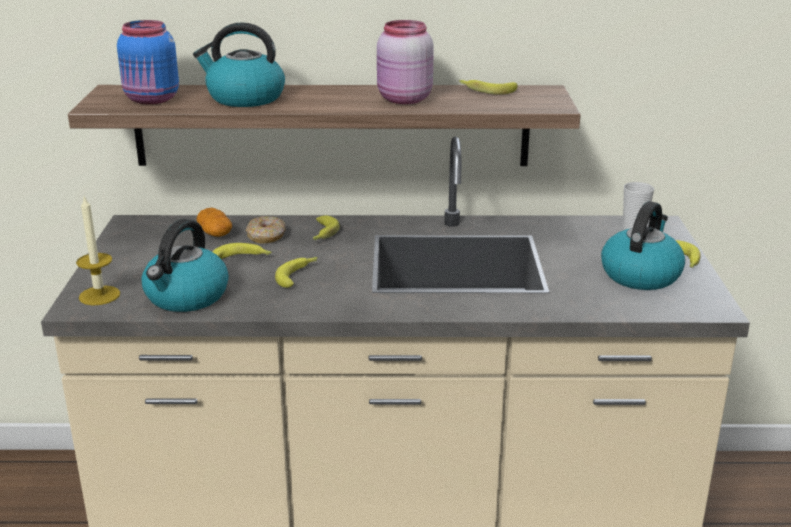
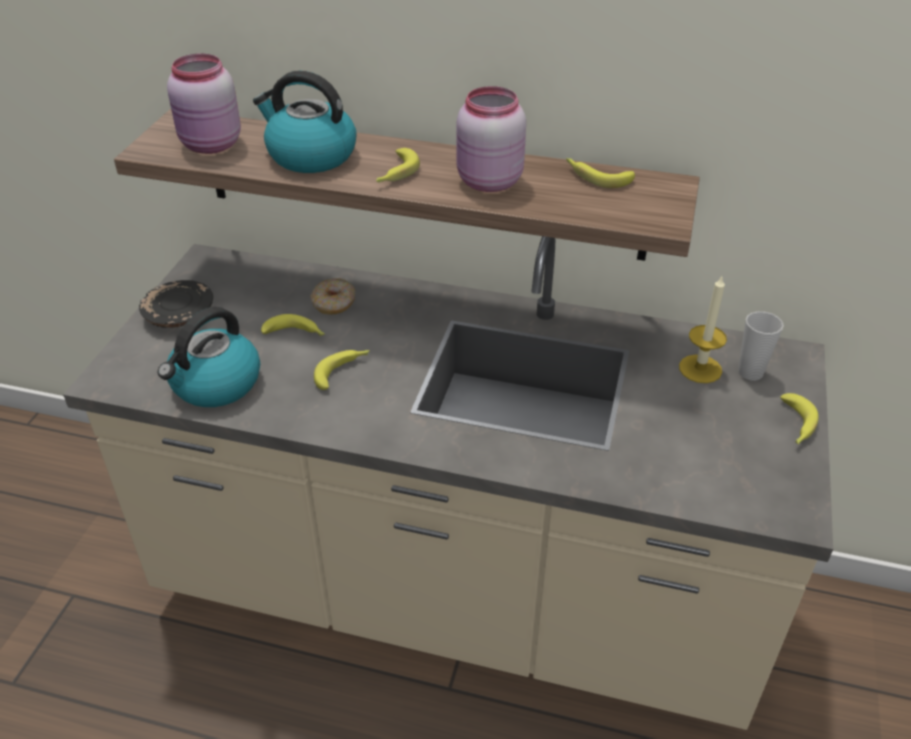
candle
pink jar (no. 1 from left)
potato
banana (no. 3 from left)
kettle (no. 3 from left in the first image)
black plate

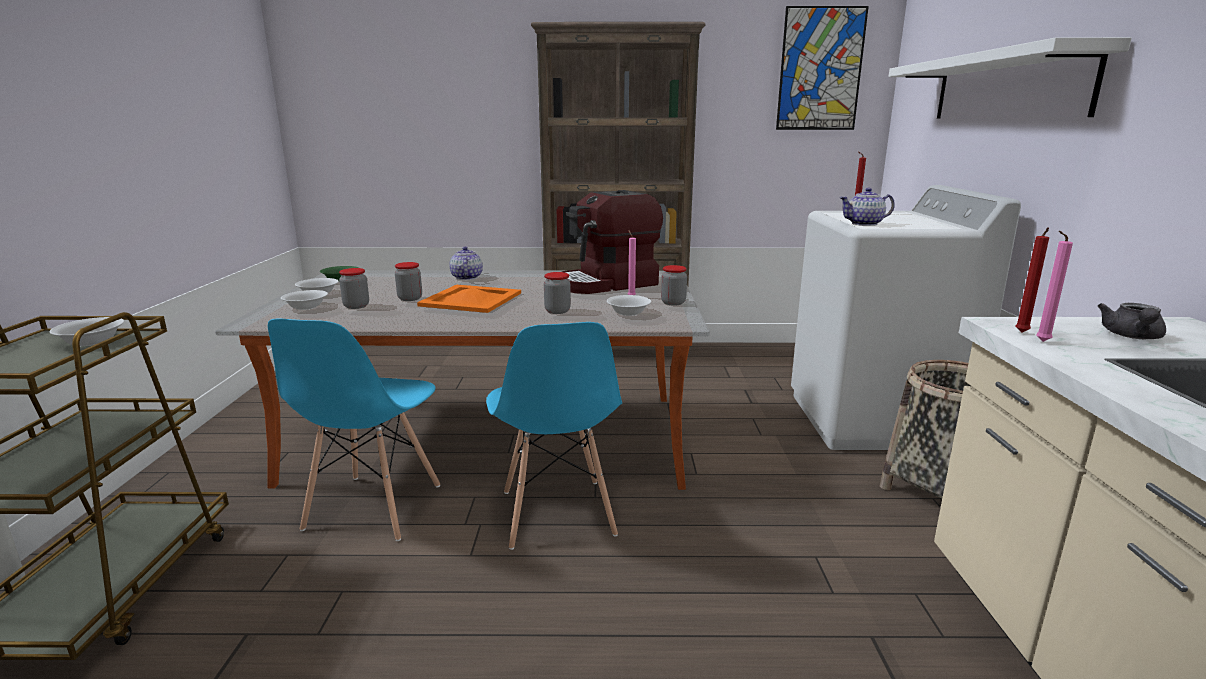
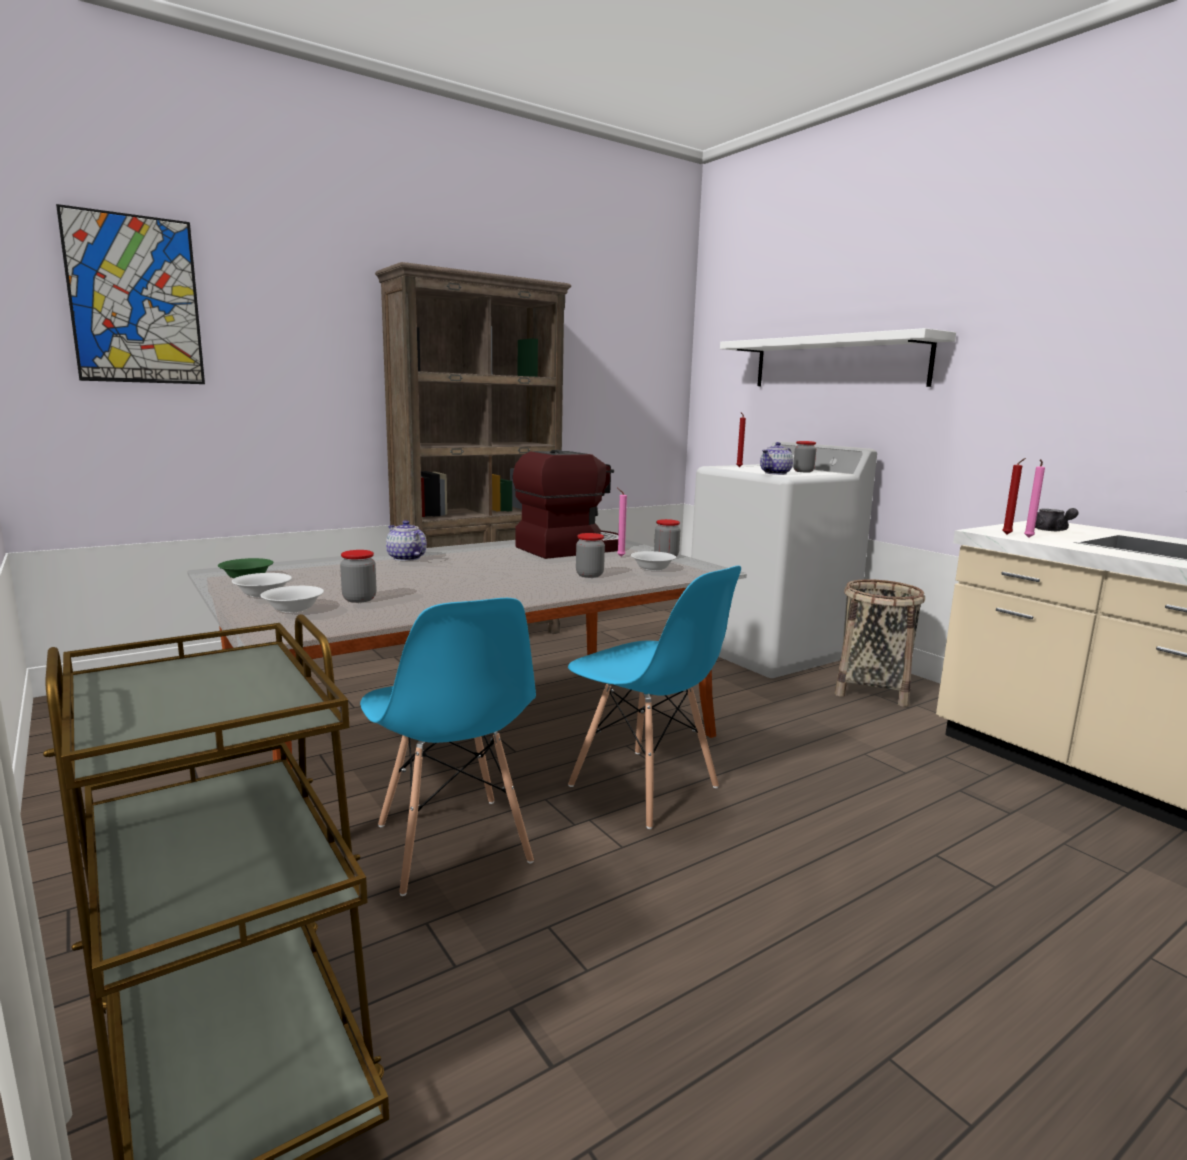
white bowl (no. 1 from left in the first image)
jar (no. 4 from left)
orange tray
coffee machine
picture

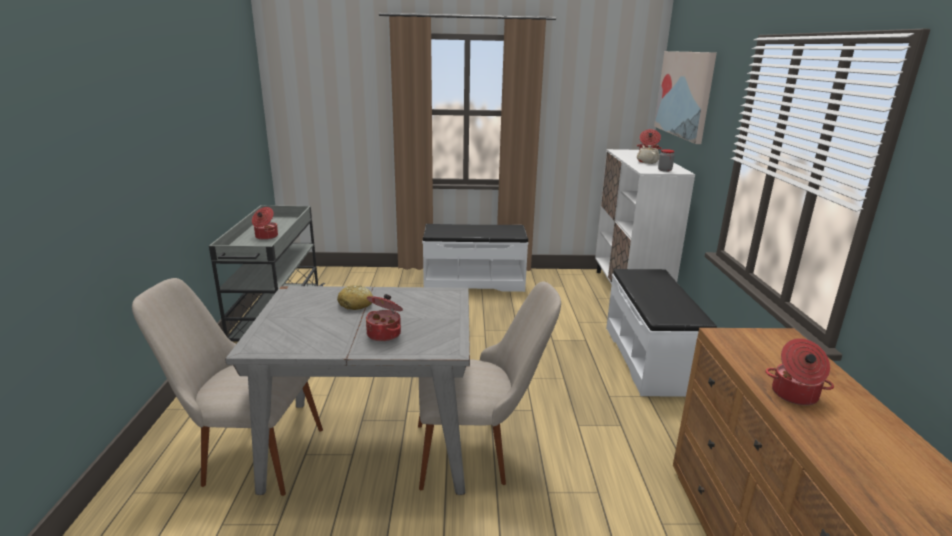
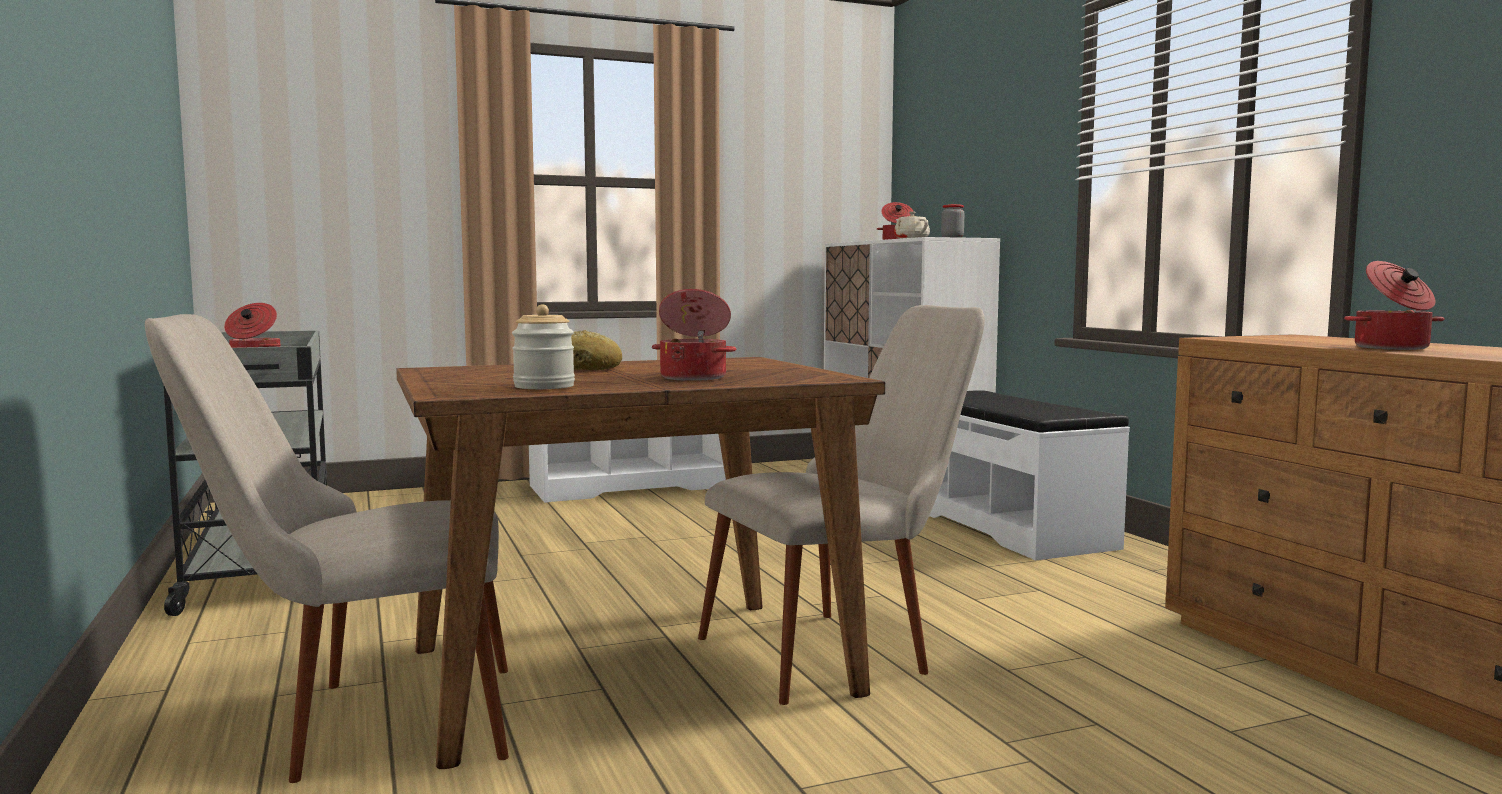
brown dining table
picture
jar (no. 1 from left)

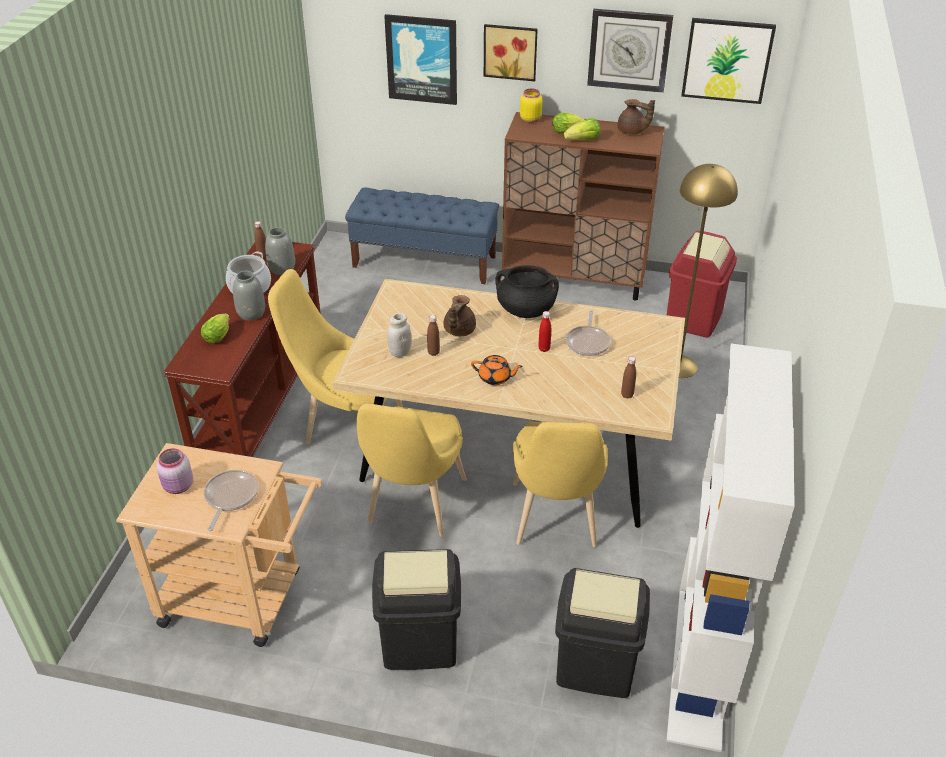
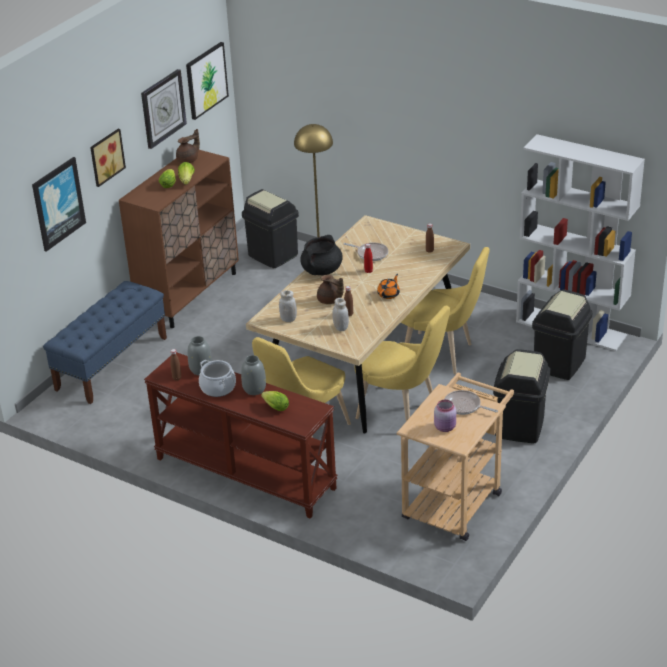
yellow jar
black trash can (no. 1 from left)
white jar (no. 1 from left)

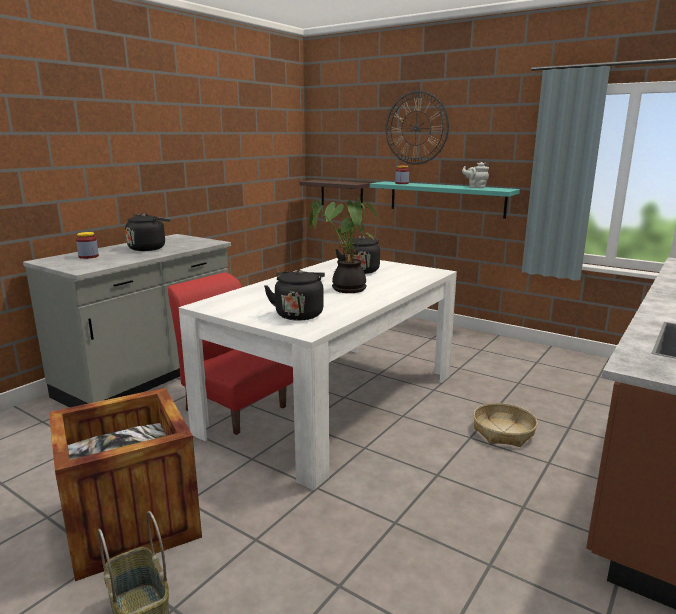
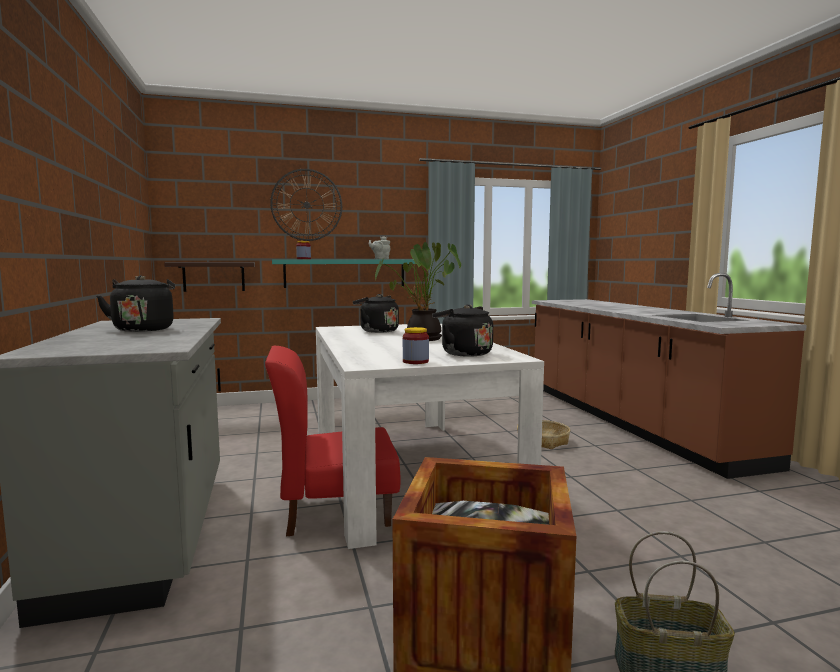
jar (no. 2 from left)

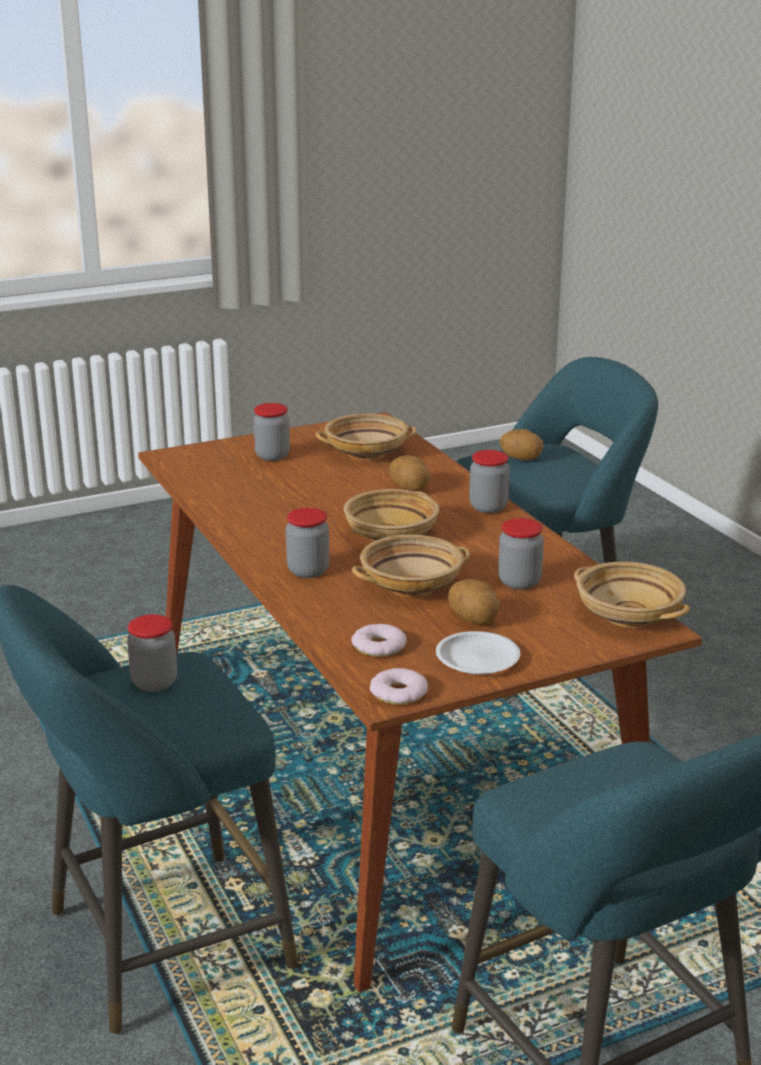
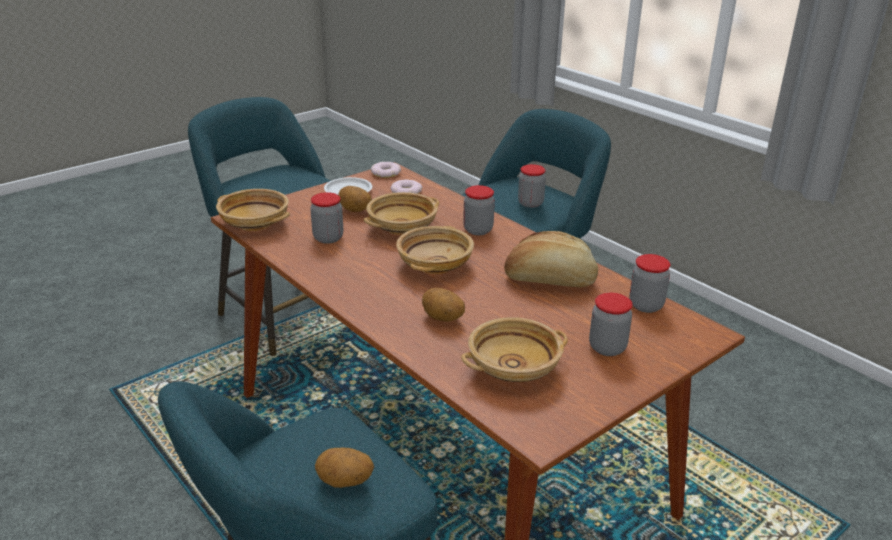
jar (no. 5 from left)
bread

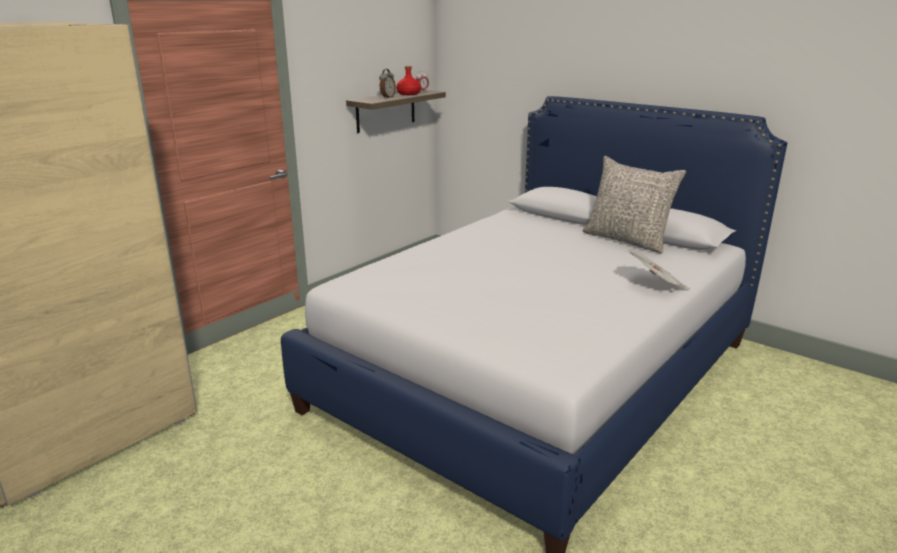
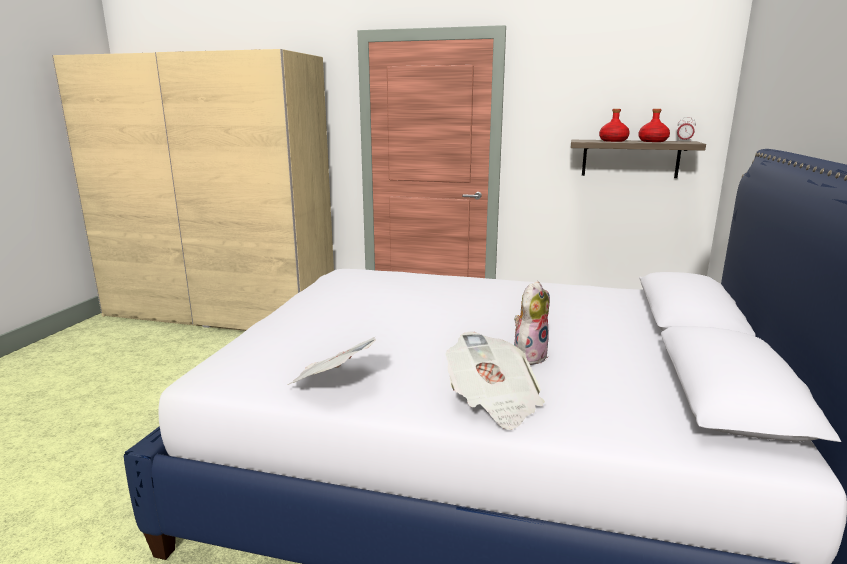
red bottle (no. 1 from left)
grey pillow
newspaper (no. 1 from left)
plush toy

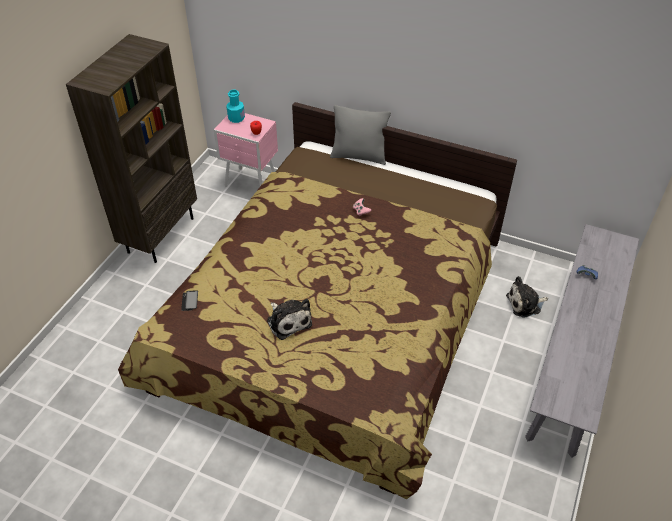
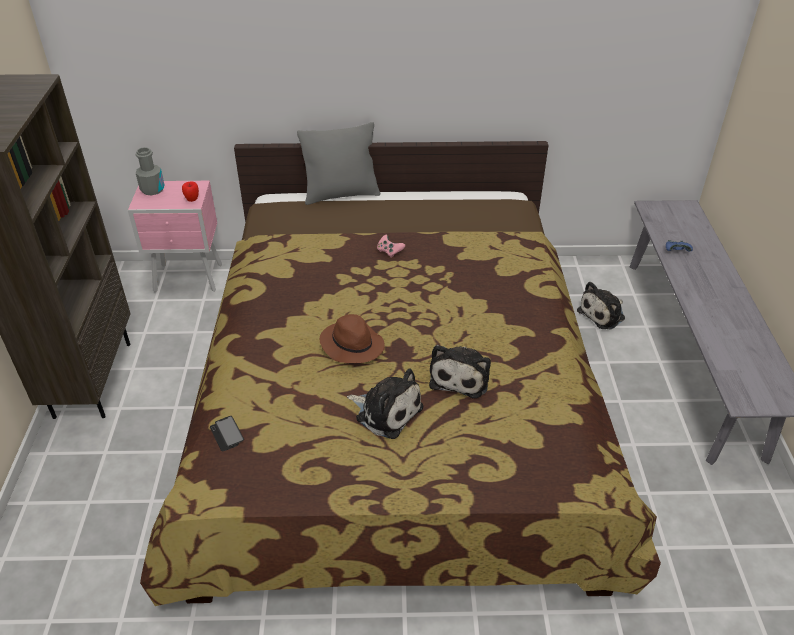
grey bottle
brown hat
plush toy (no. 2 from left)

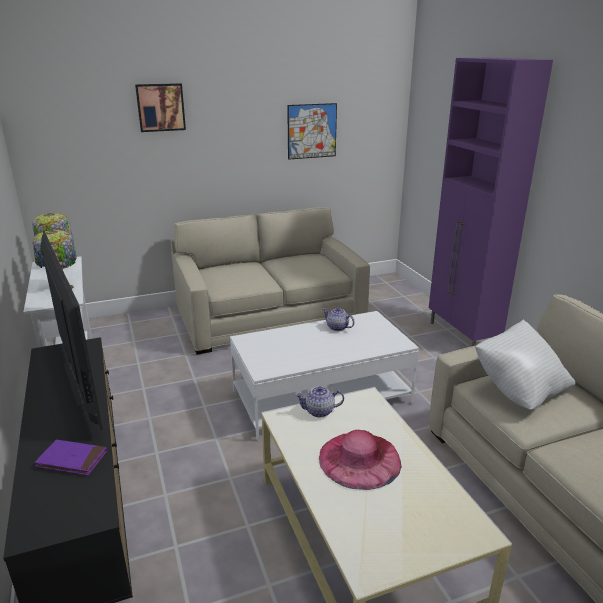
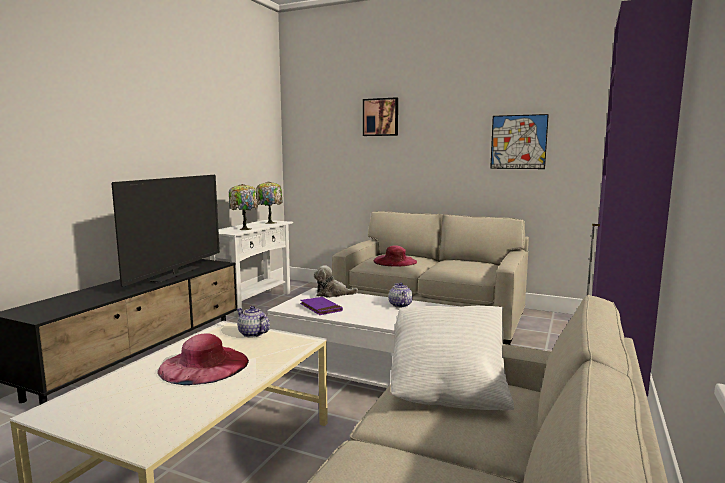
purple book
plush toy
pink hat (no. 2 from left)

